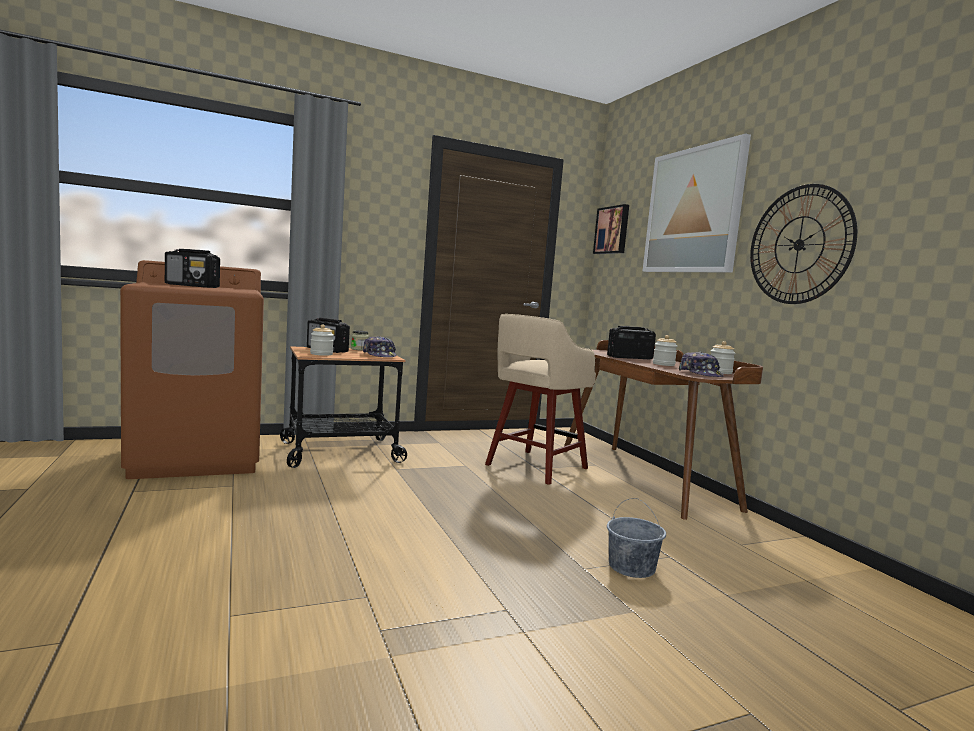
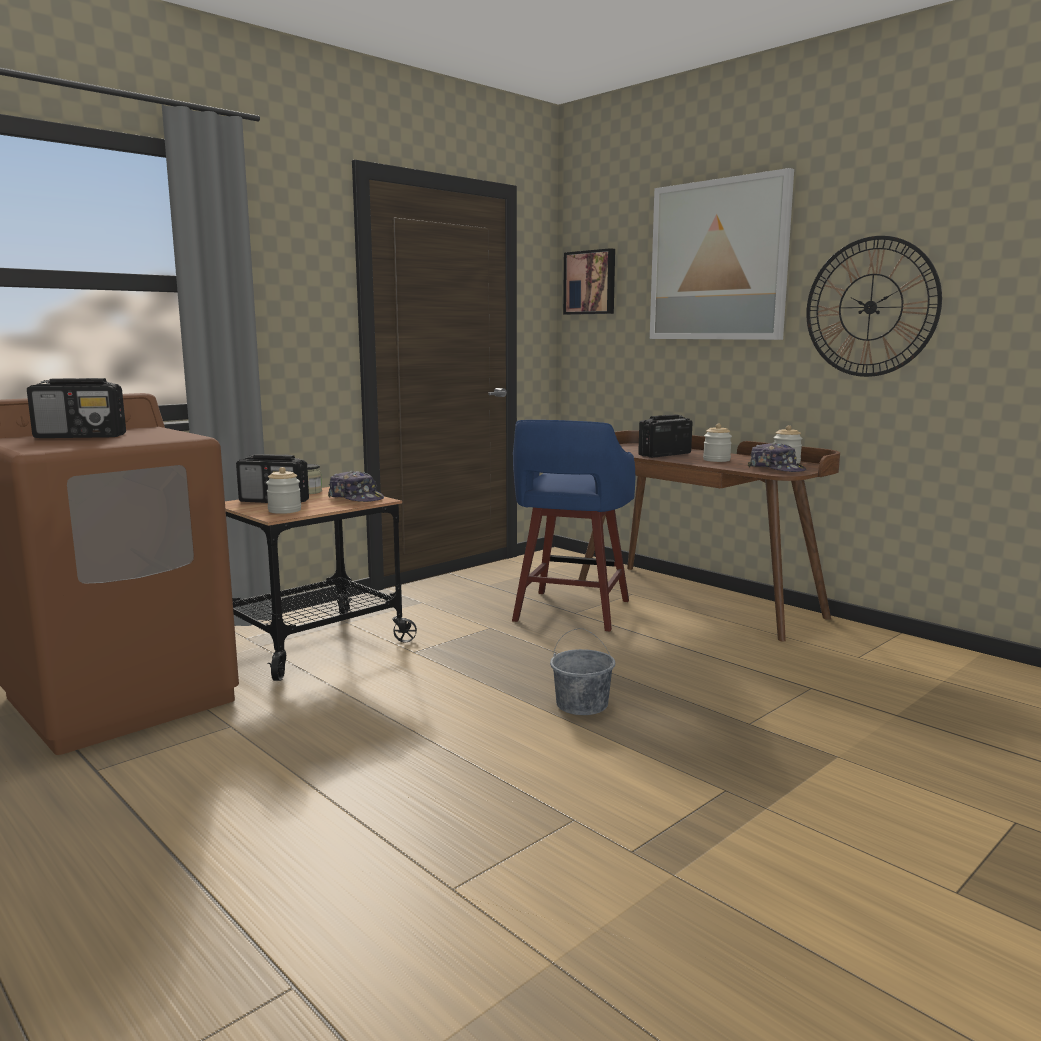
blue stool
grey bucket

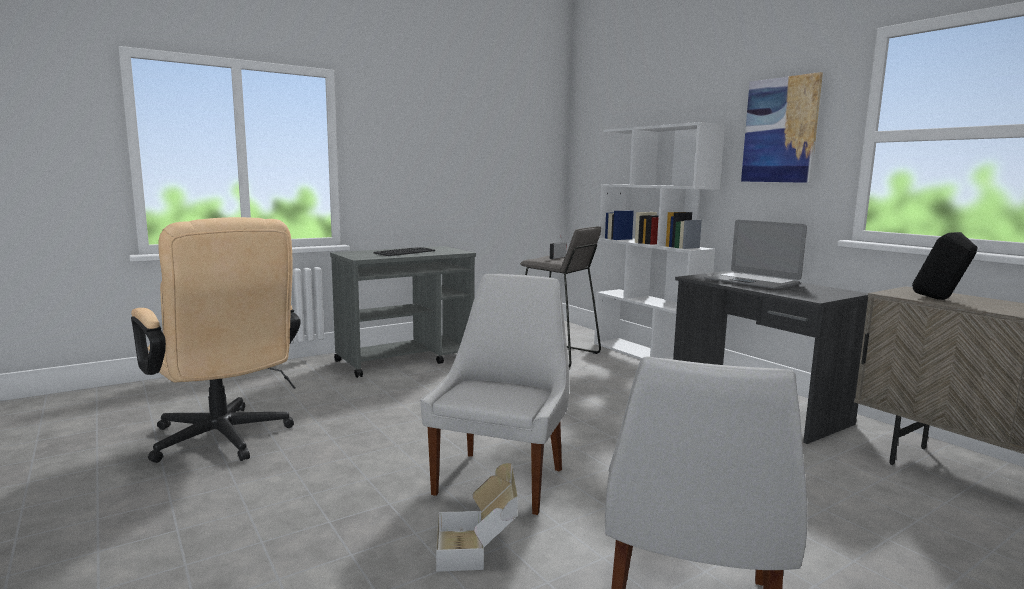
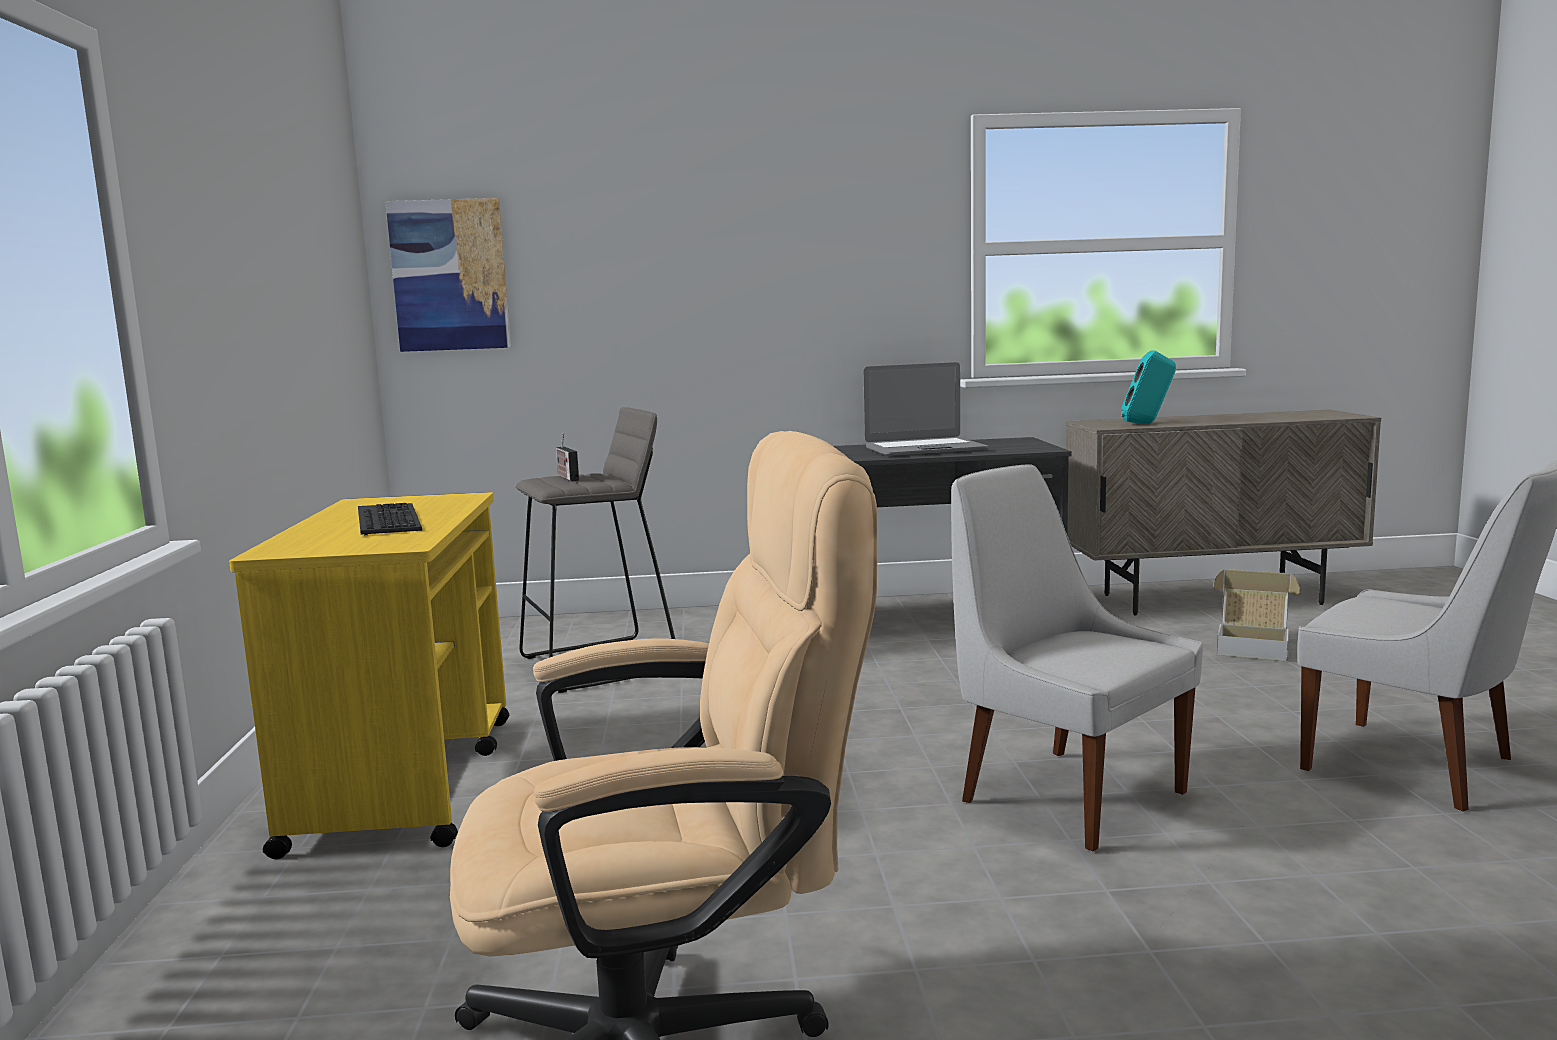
yellow cart
cardboard box
white bookcase
picture
turquoise speaker

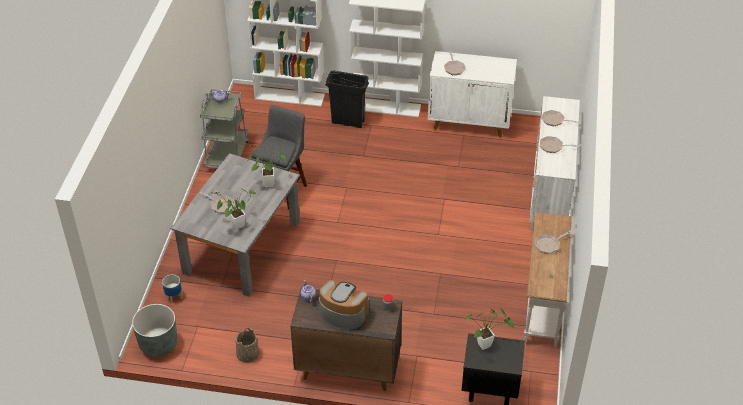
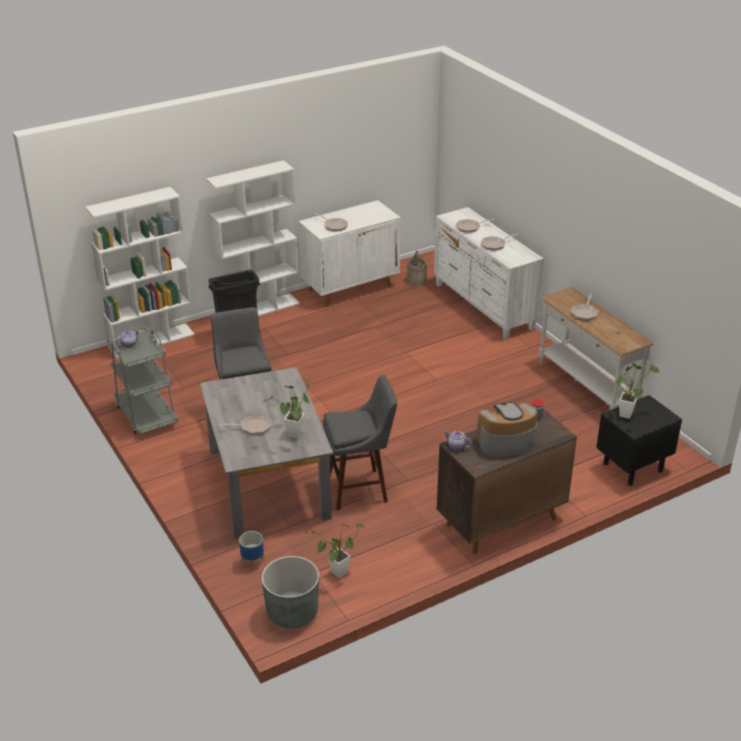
beige bucket
potted plant (no. 2 from left)
grey stool (no. 2 from left)

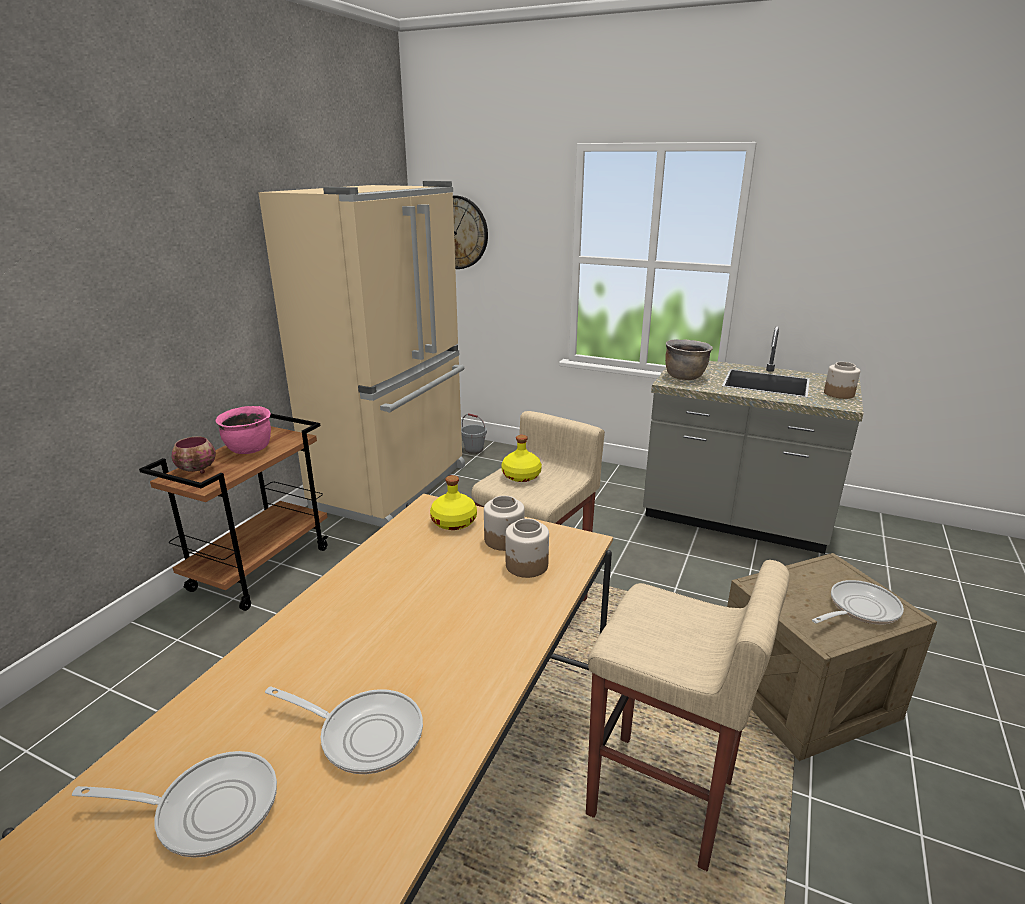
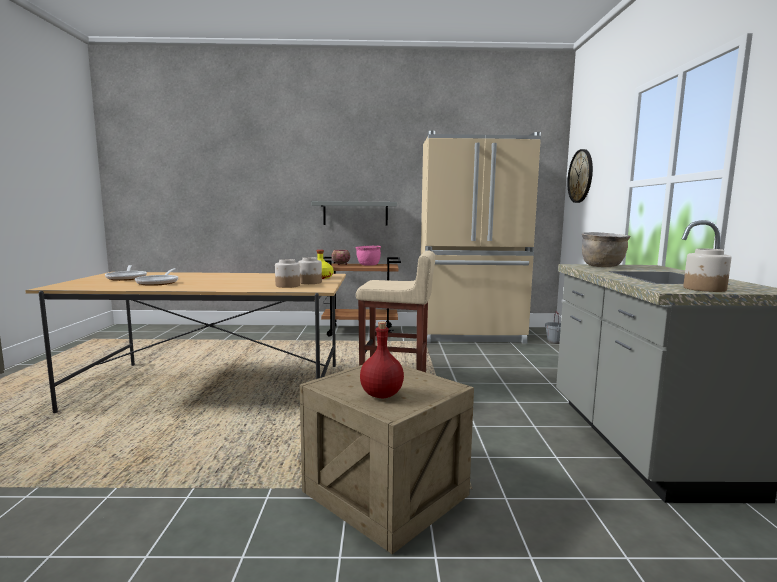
yellow bottle (no. 2 from left in the first image)
beige stool (no. 2 from left in the first image)
red bottle
grey shelf

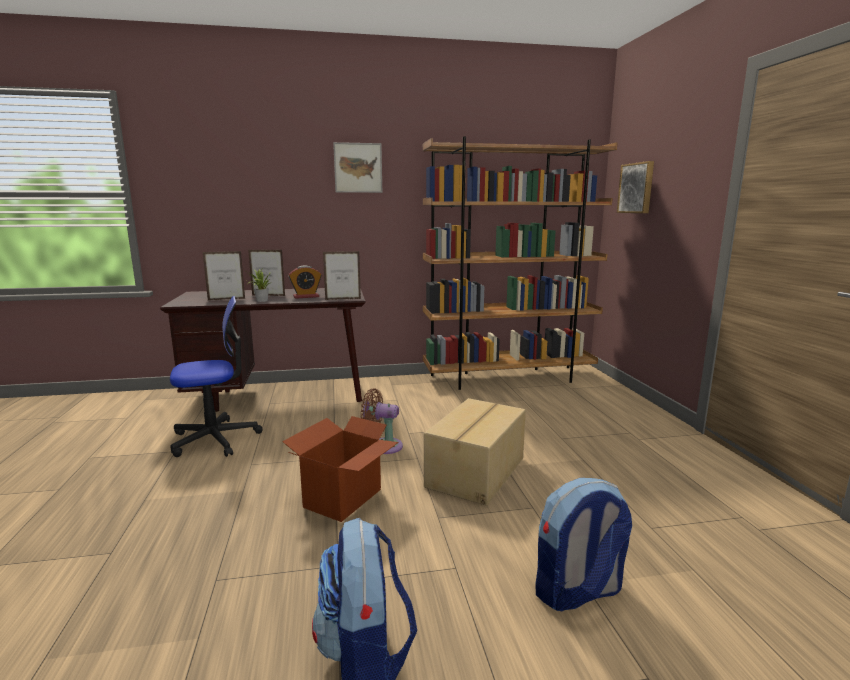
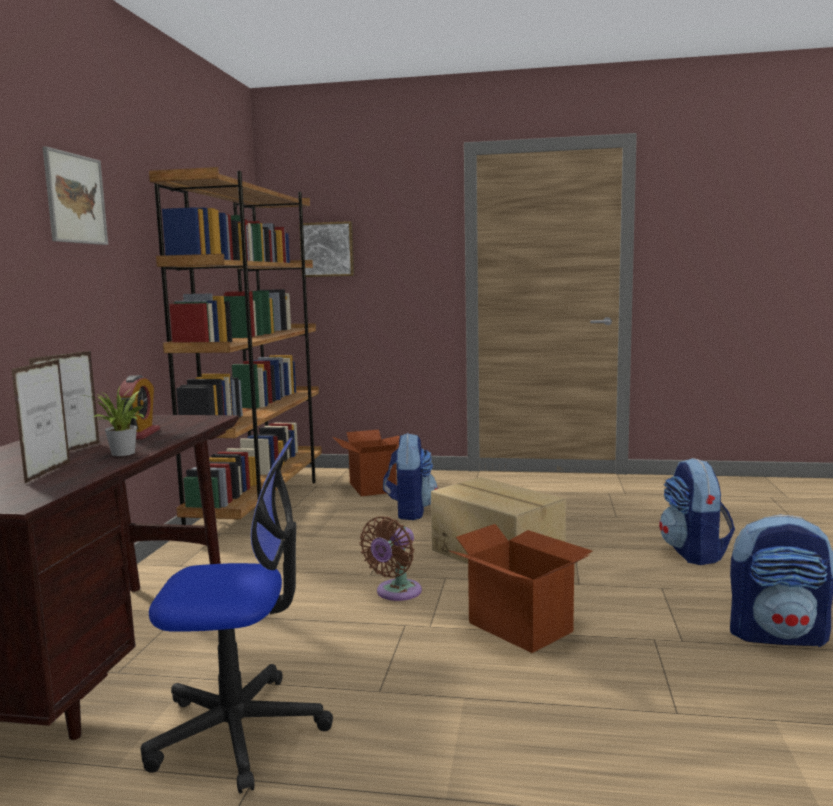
office chair
picture frame (no. 3 from left in the first image)
cardboard box (no. 1 from left)
backpack (no. 1 from left)

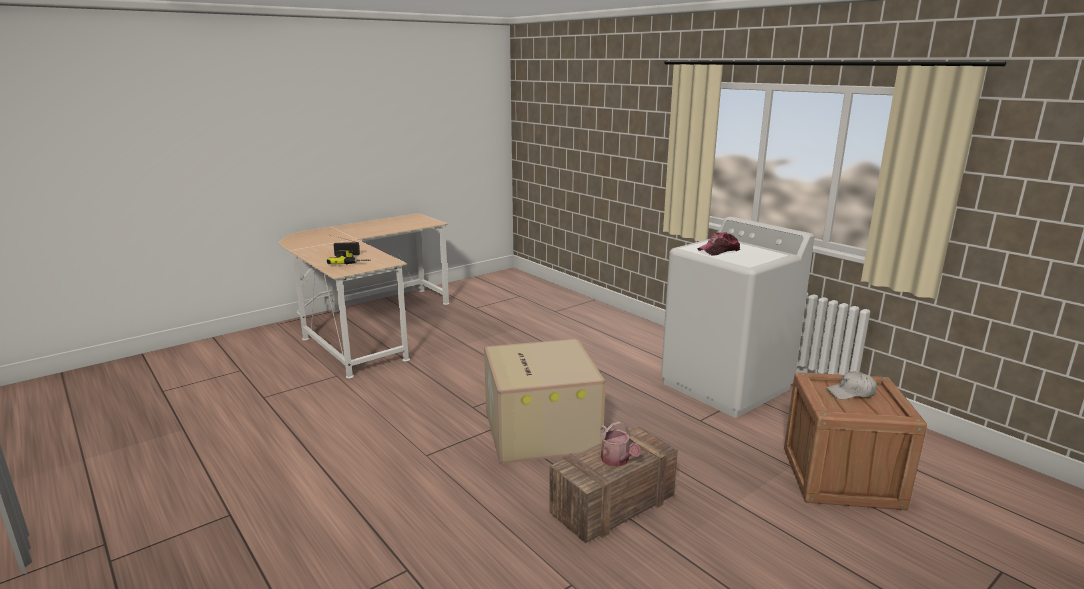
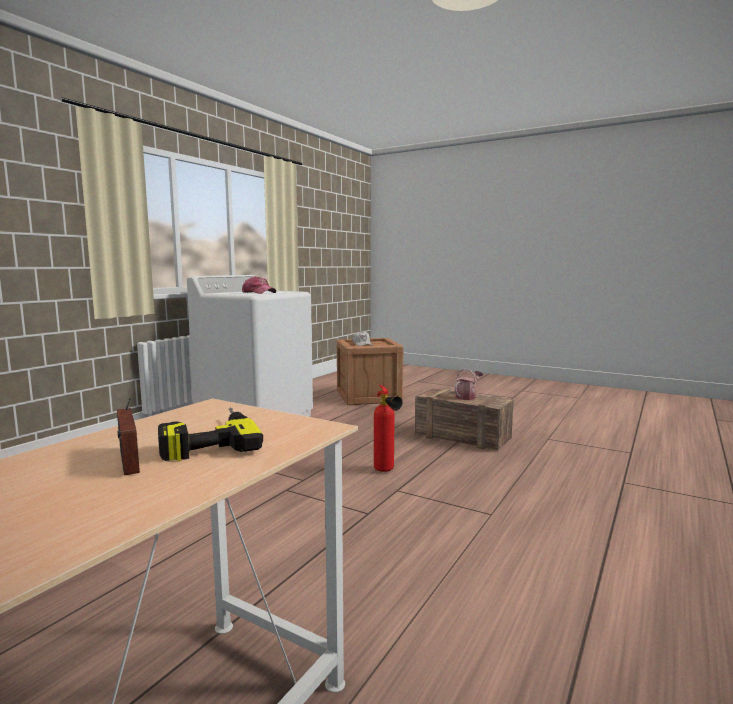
fire extinguisher

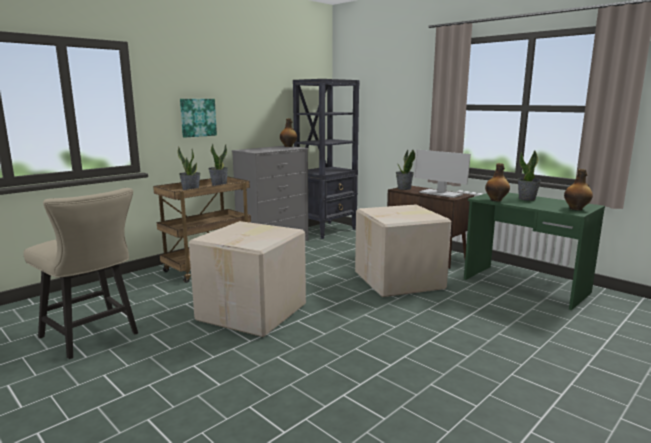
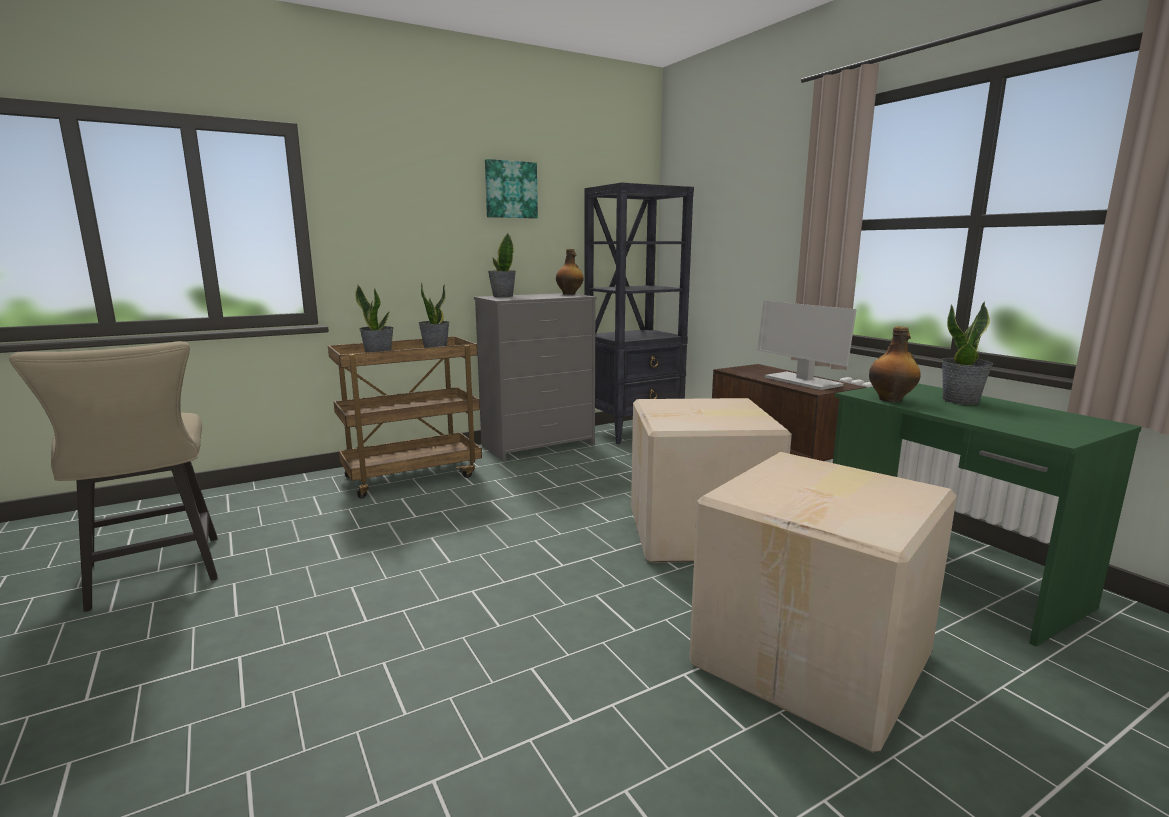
picture
cardboard box (no. 2 from left)
potted plant (no. 3 from left)
bottle (no. 3 from left in the first image)

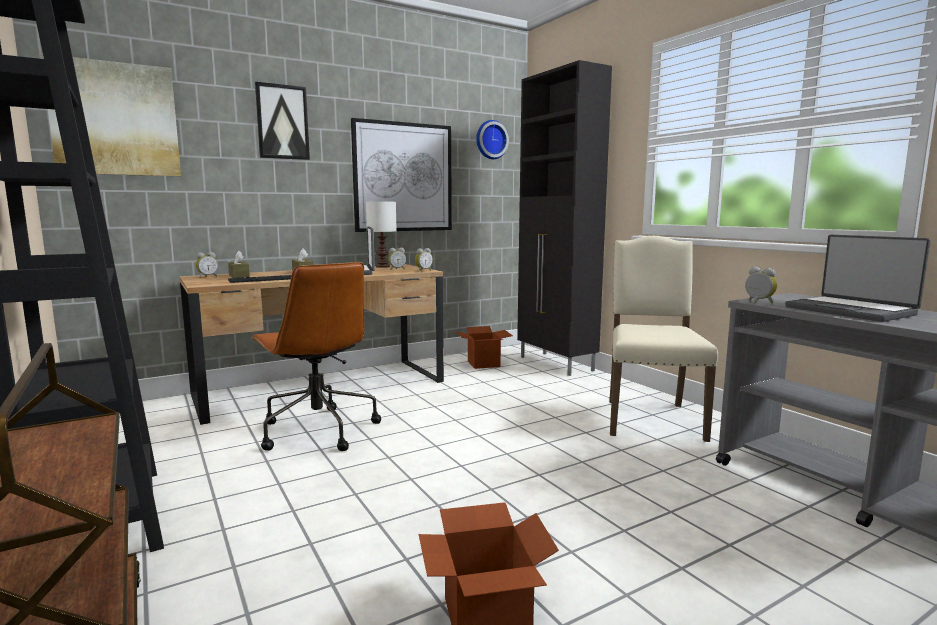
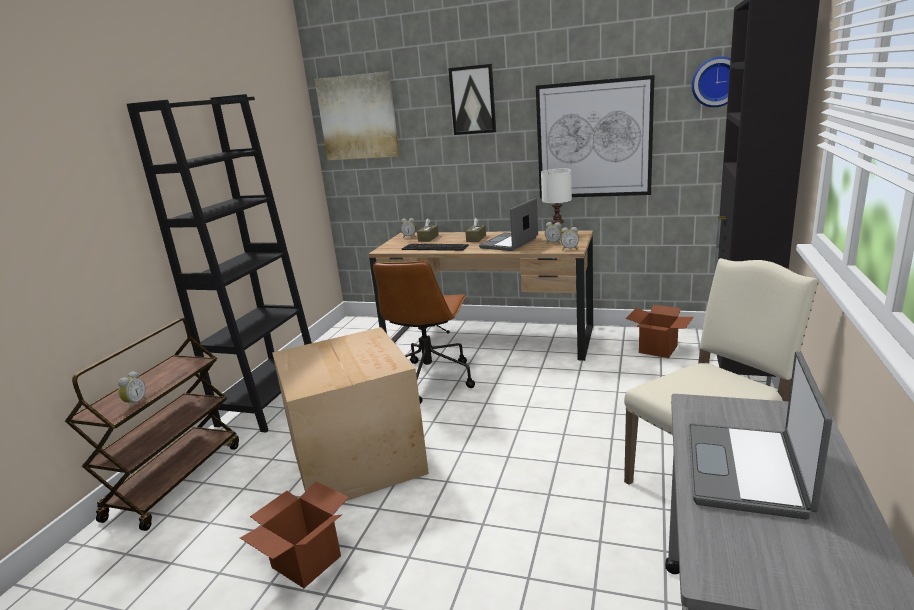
alarm clock (no. 1 from left)
cardboard box (no. 2 from left)

